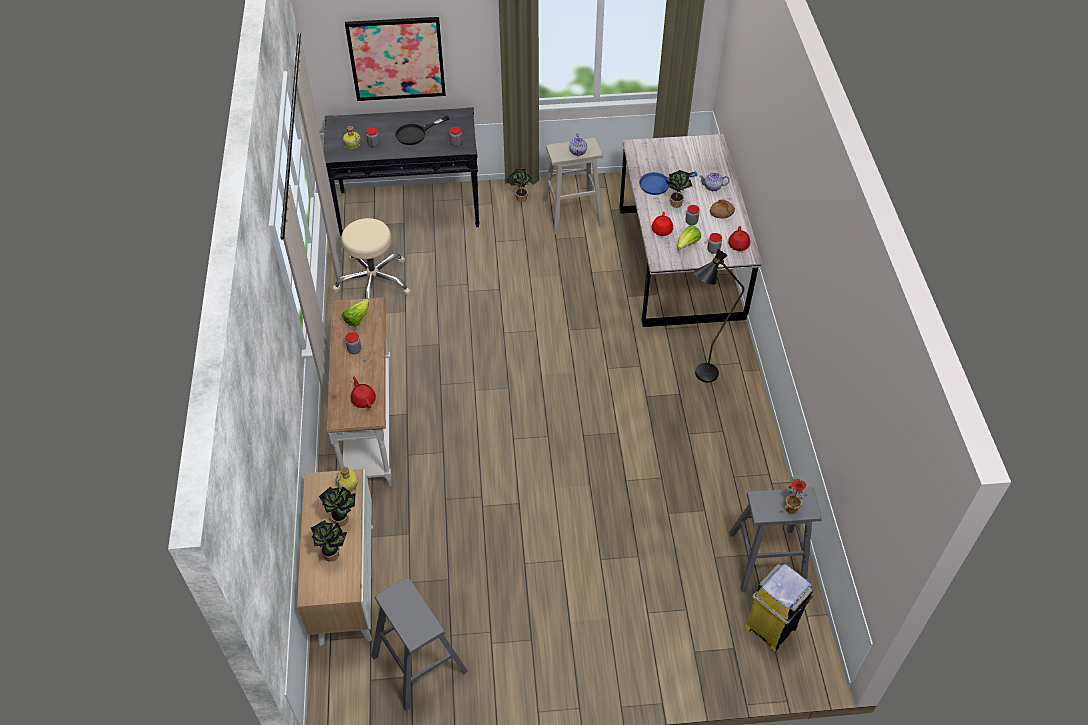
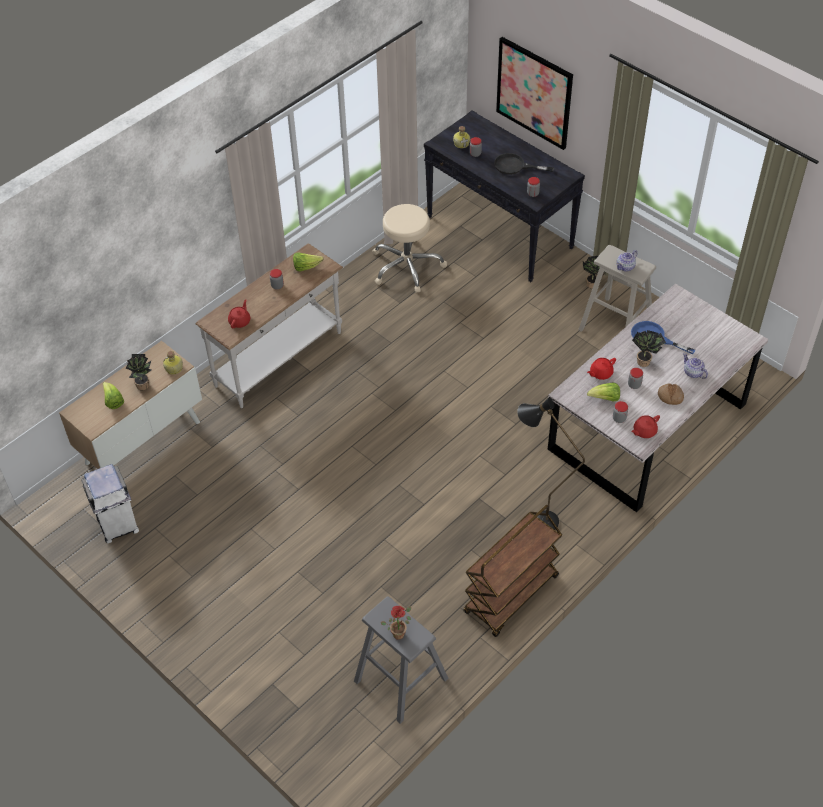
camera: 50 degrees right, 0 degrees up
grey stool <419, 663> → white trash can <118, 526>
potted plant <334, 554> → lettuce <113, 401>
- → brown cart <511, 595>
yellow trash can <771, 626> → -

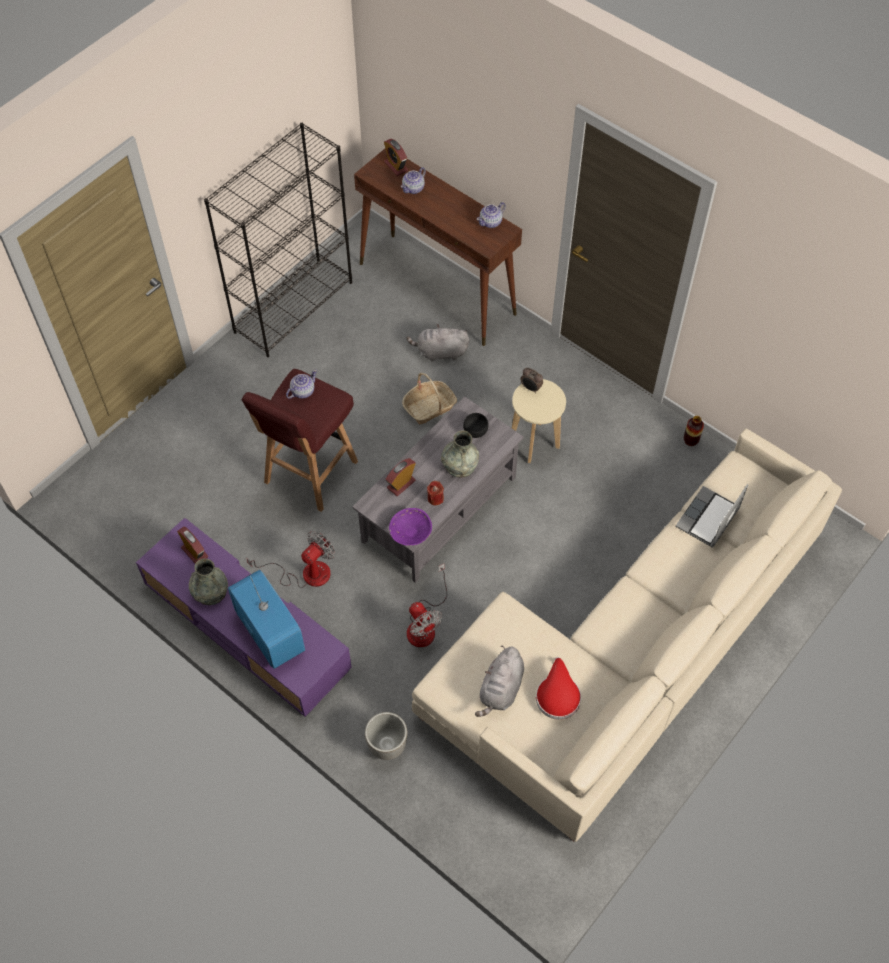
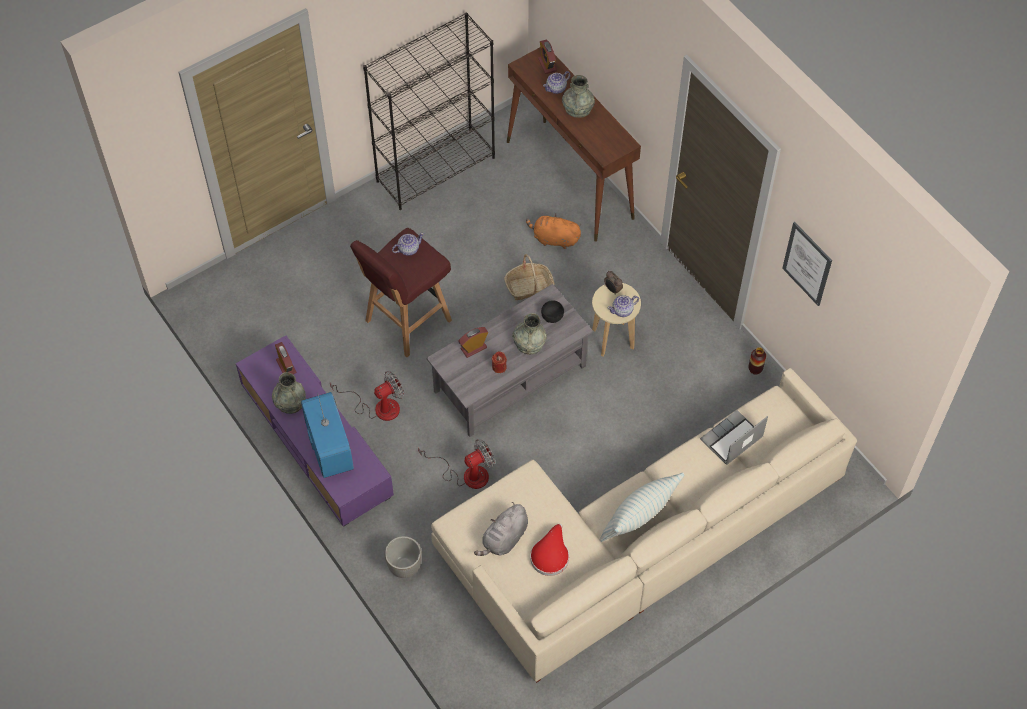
camera: 15 degrees right, 0 degrees up
fan <424, 624> → fan <466, 474>, 105 degrees counterclockwise
grey plush toy <440, 352> → orange plush toy <554, 239>
- → grey vase <578, 108>
- → pillow <639, 517>
teapot <491, 222> → teapot <622, 310>, move
- → picture <807, 264>
purple bowl <410, 532> → -

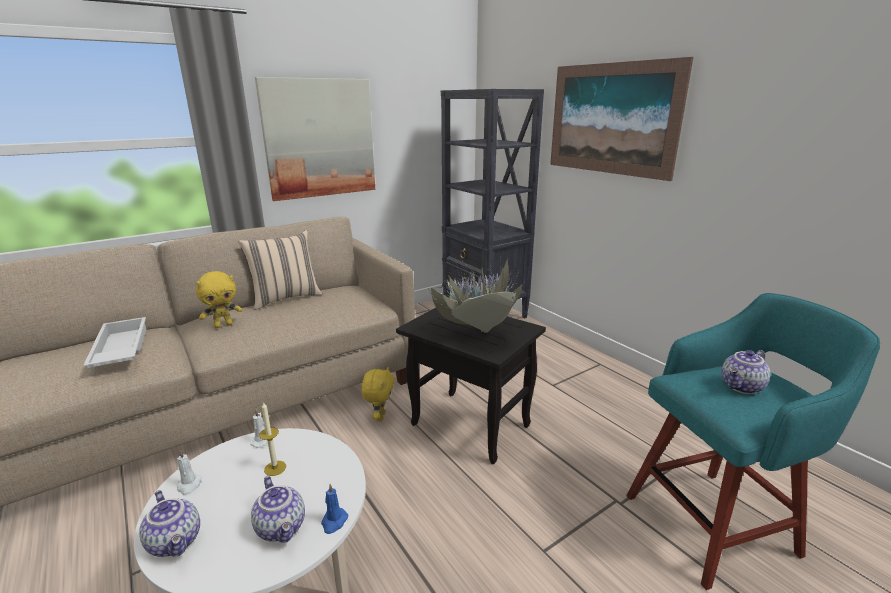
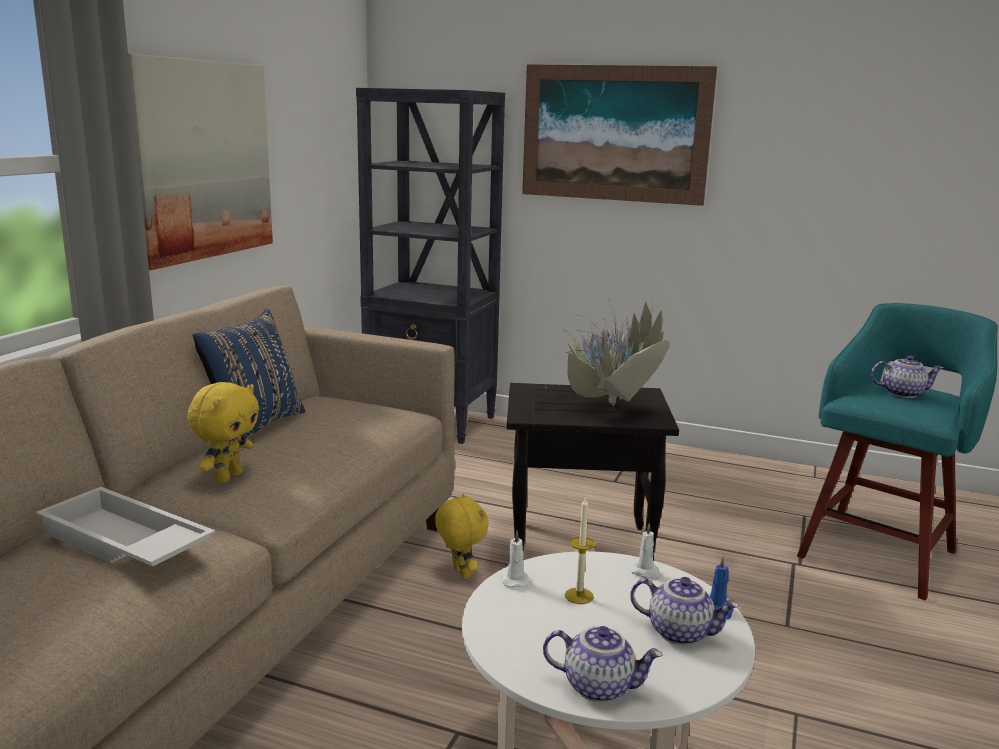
camera: 35 degrees left, 5 degrees down
beige pillow <285, 298> → blue pillow <254, 427>
white candle <189, 485> → white candle <646, 573>, move
teapot <742, 387> → teapot <902, 393>, 105 degrees counterclockwise

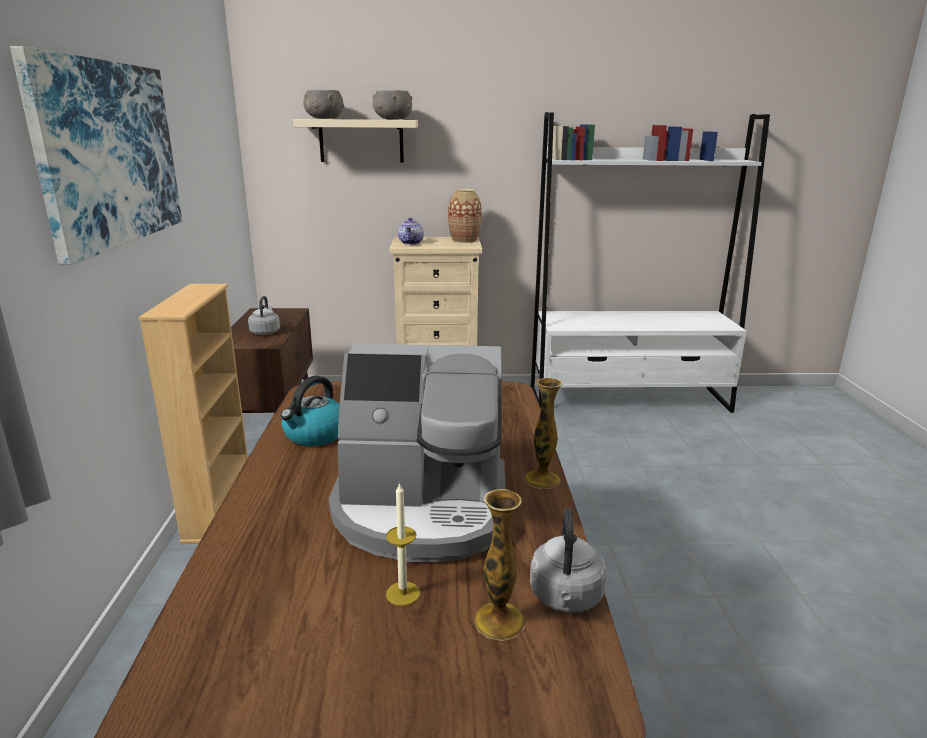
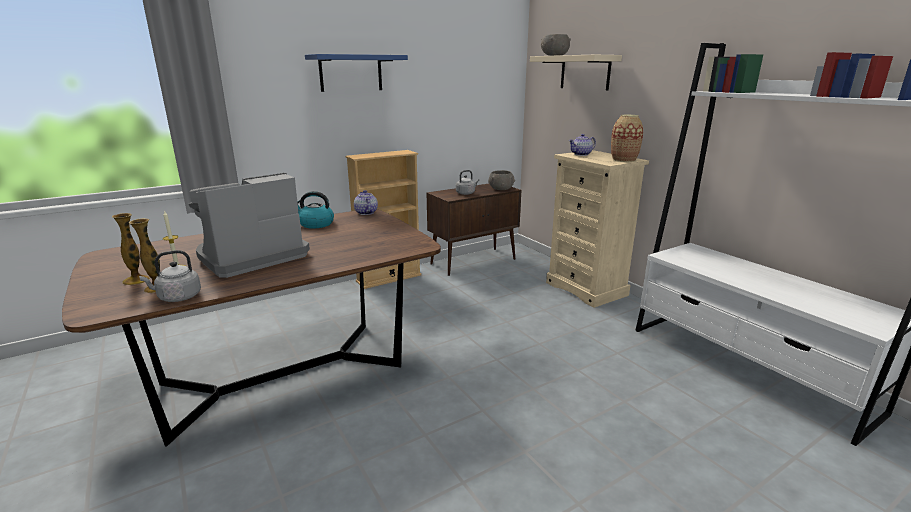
camera: 60 degrees right, 0 degrees up
vase <542, 479> → vase <136, 280>, move
coffee machine <422, 509> → coffee machine <251, 257>, 75 degrees clockwise
picture <109, 154> → blue shelf <351, 73>
- → teapot <365, 213>
grey bowl <392, 119> → grey bowl <501, 189>, move

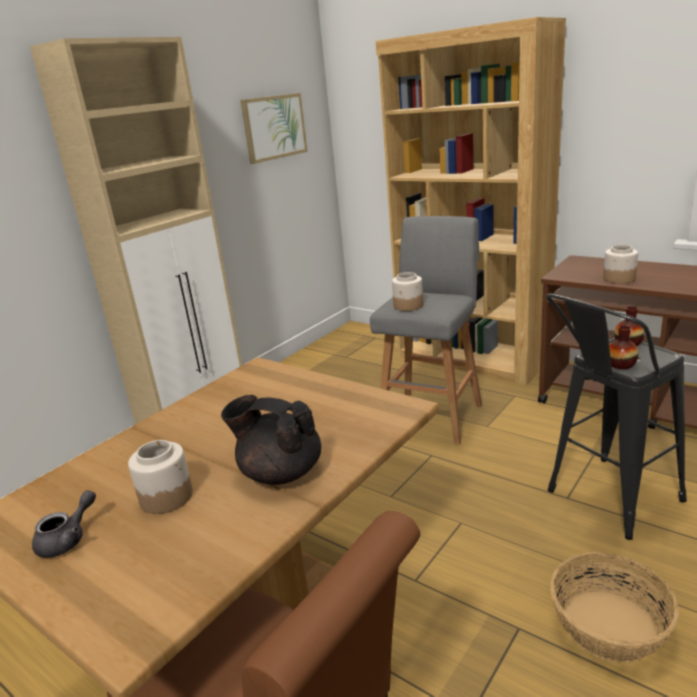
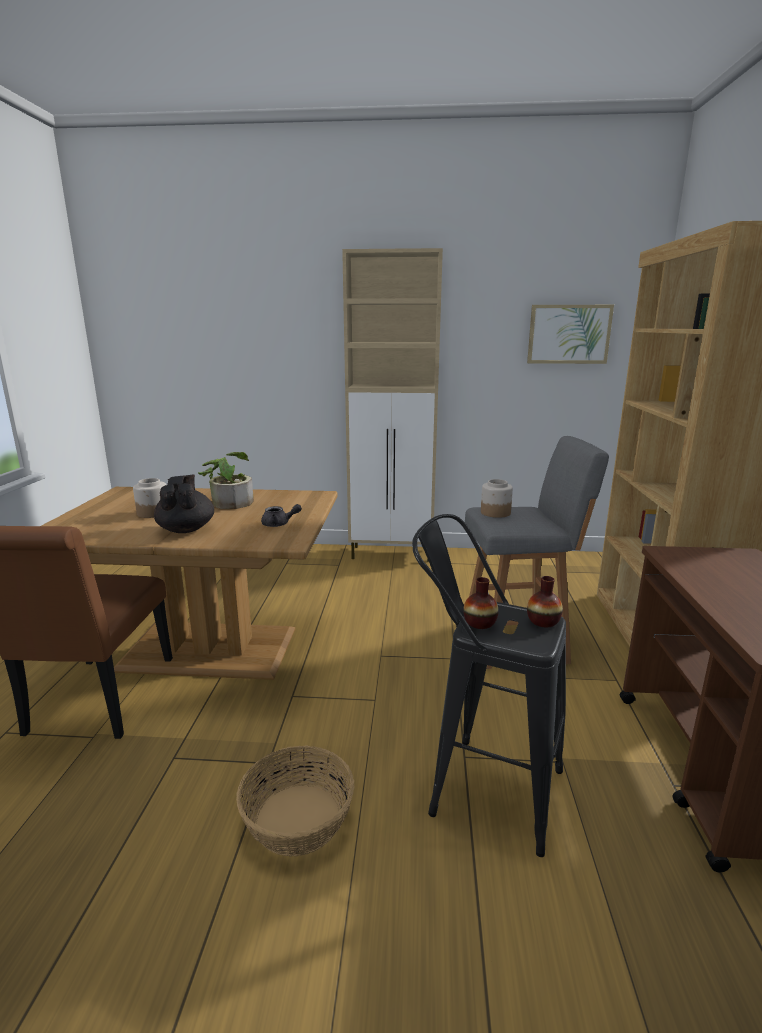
camera: 55 degrees right, 5 degrees down
- → potted plant <229, 502>
grey teapot <68, 539> → grey teapot <279, 524>, move
jar <618, 279> → -

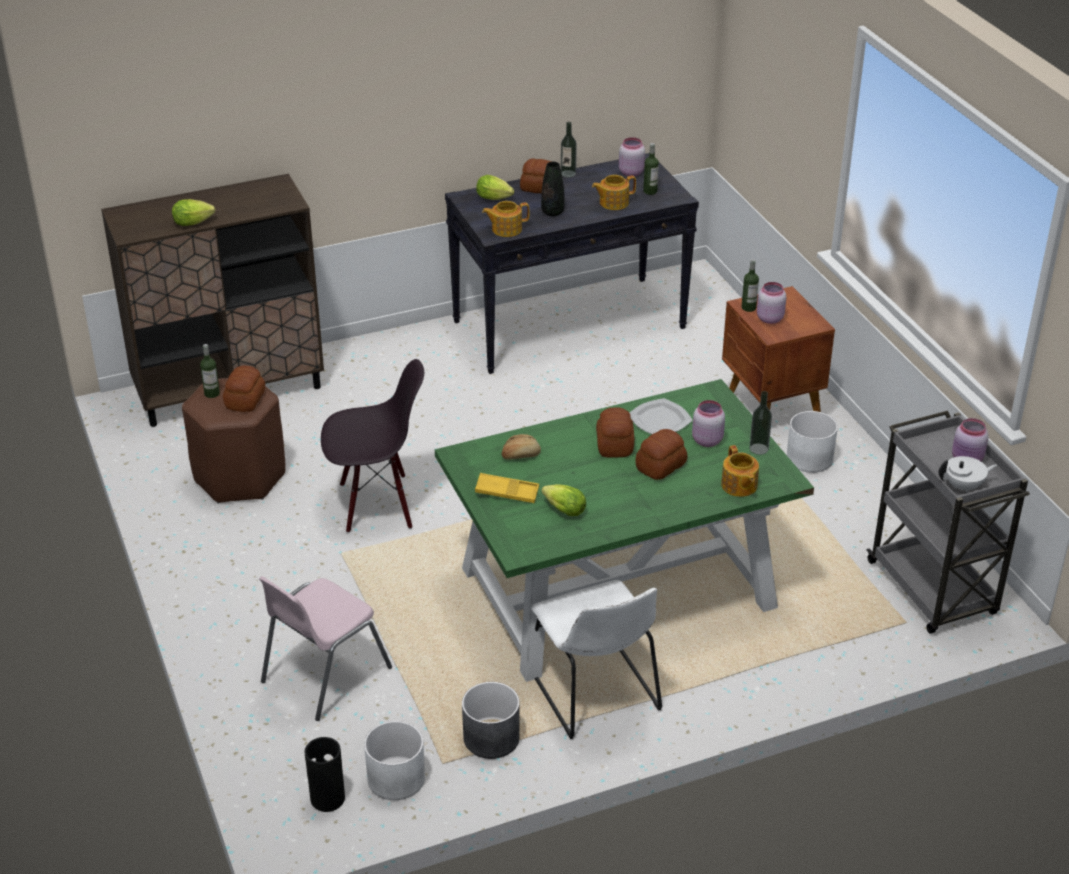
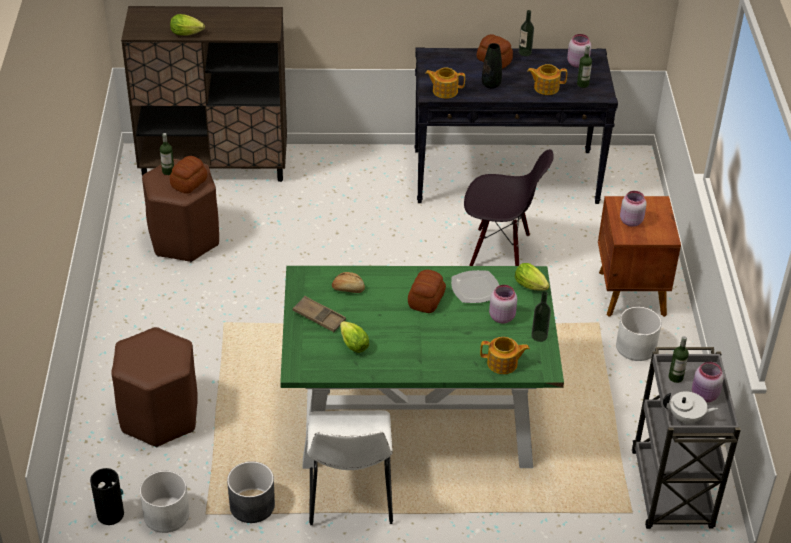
camera: 20 degrees right, 5 degrees up
pink chair <323, 675> → brown stool <159, 416>
yellow tray <507, 492> → brown tray <319, 317>
black chair <377, 504> → black chair <499, 252>, move
teapot <739, 486> → teapot <503, 363>, 90 degrees counterclockwise
lettuce <496, 198> → lettuce <532, 287>, move
bottle <748, 308> → bottle <675, 377>, move
bread <660, 466> → -

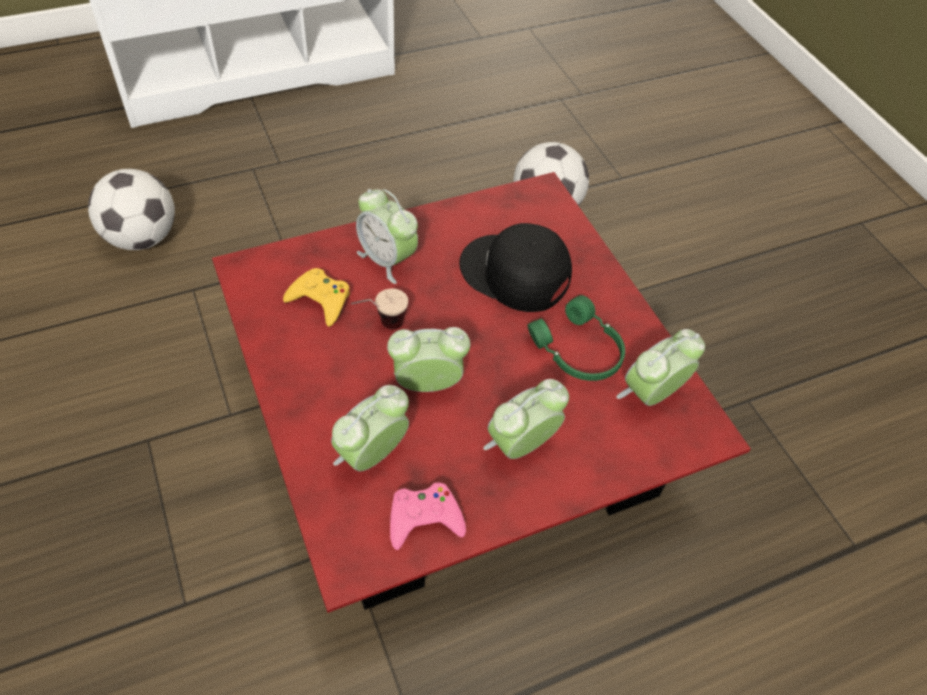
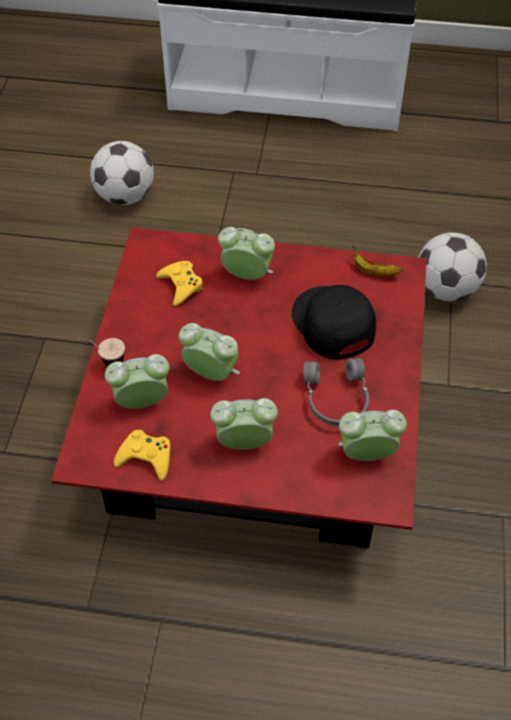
camera: 35 degrees right, 0 degrees up
cup <380, 327> → cup <103, 364>, move
pink game controller <424, 519> → yellow game controller <146, 457>
alarm clock <387, 260> → alarm clock <247, 275>, 120 degrees clockwise
green headphones <577, 351> → grey headphones <335, 399>
- → banana <374, 272>

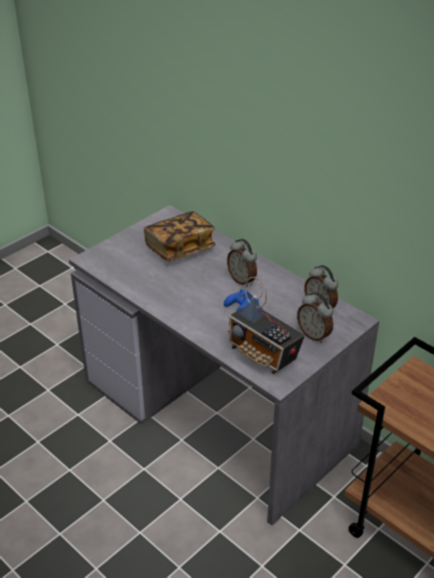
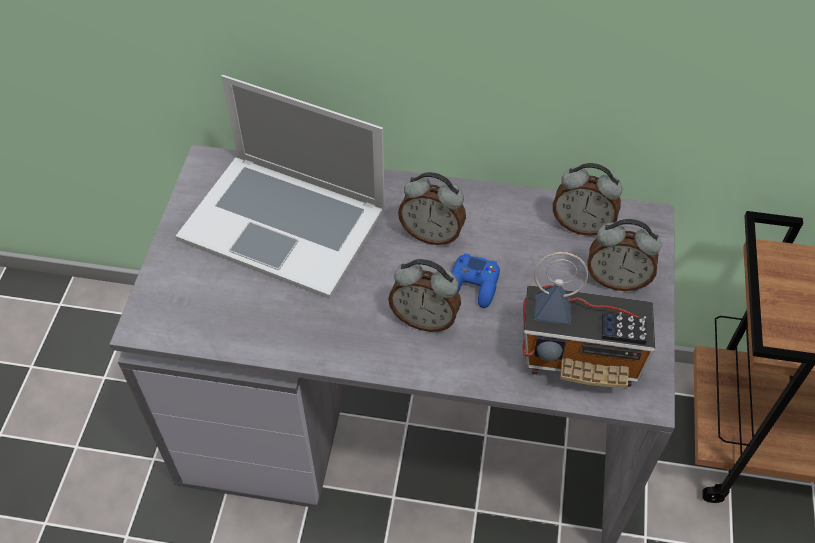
camera: 35 degrees left, 15 degrees up
book <180, 248> → laptop <283, 223>
- → alarm clock <424, 319>

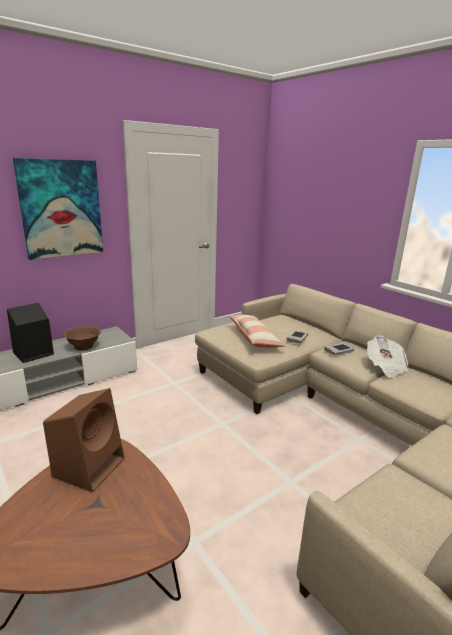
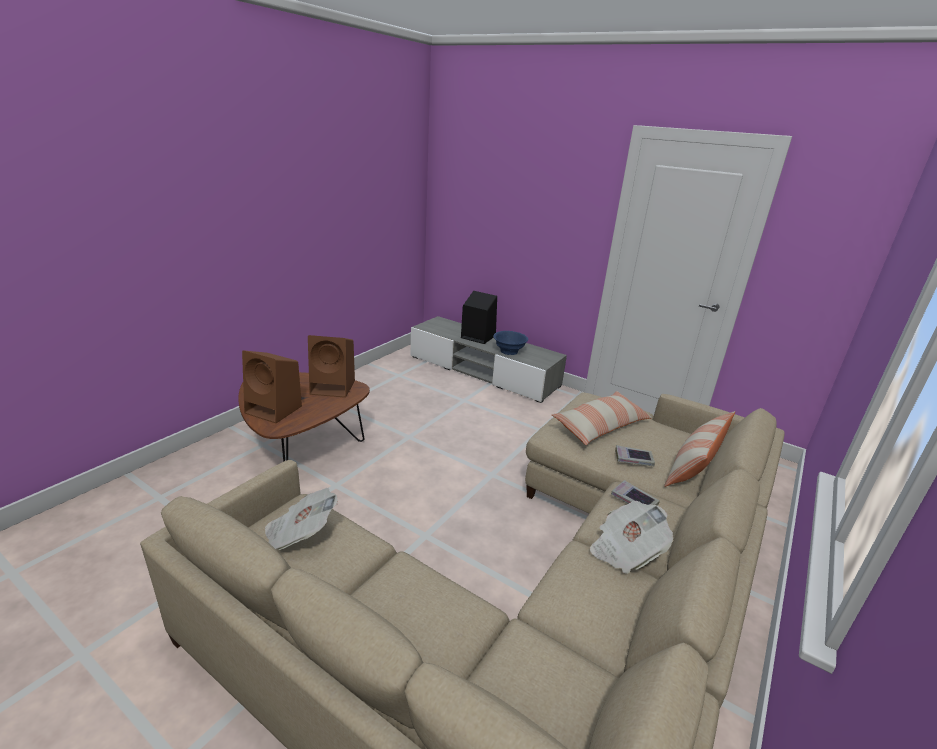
camera: 70 degrees right, 5 degrees up
- → brown speaker <275, 409>
- → newspaper <300, 534>
brown bowl <83, 346> → blue bowl <509, 351>
- → pillow <693, 466>
picture <61, 209> → -

